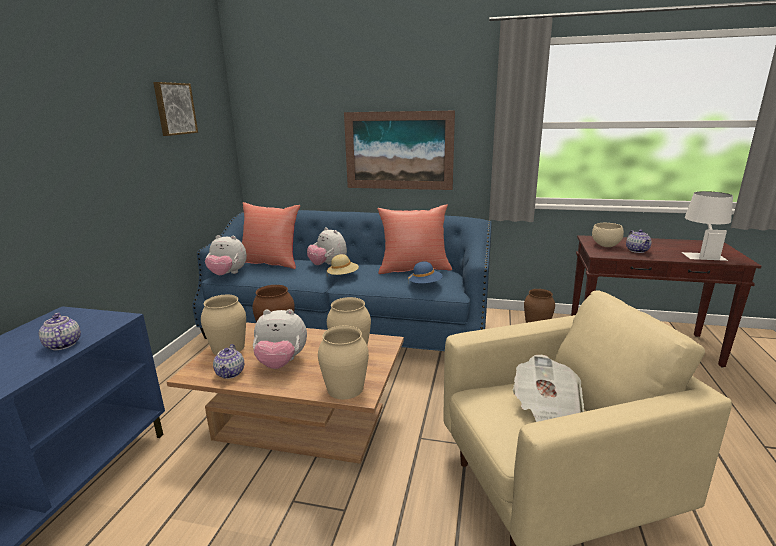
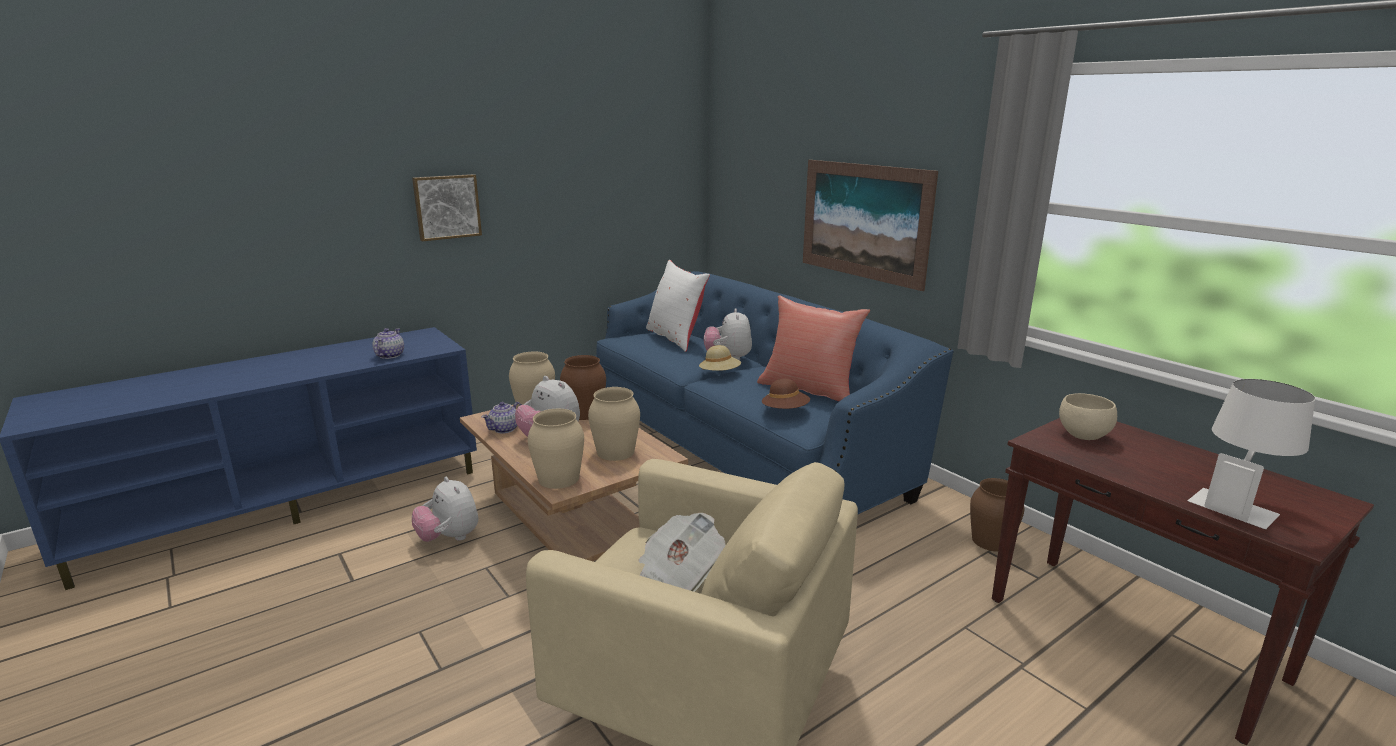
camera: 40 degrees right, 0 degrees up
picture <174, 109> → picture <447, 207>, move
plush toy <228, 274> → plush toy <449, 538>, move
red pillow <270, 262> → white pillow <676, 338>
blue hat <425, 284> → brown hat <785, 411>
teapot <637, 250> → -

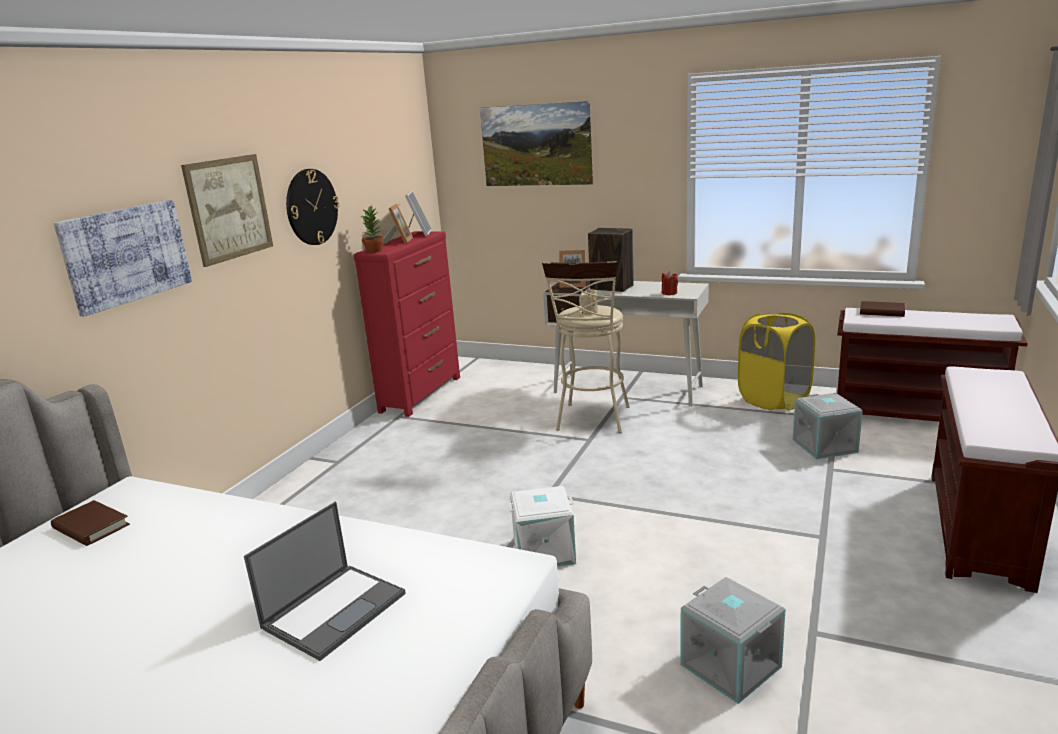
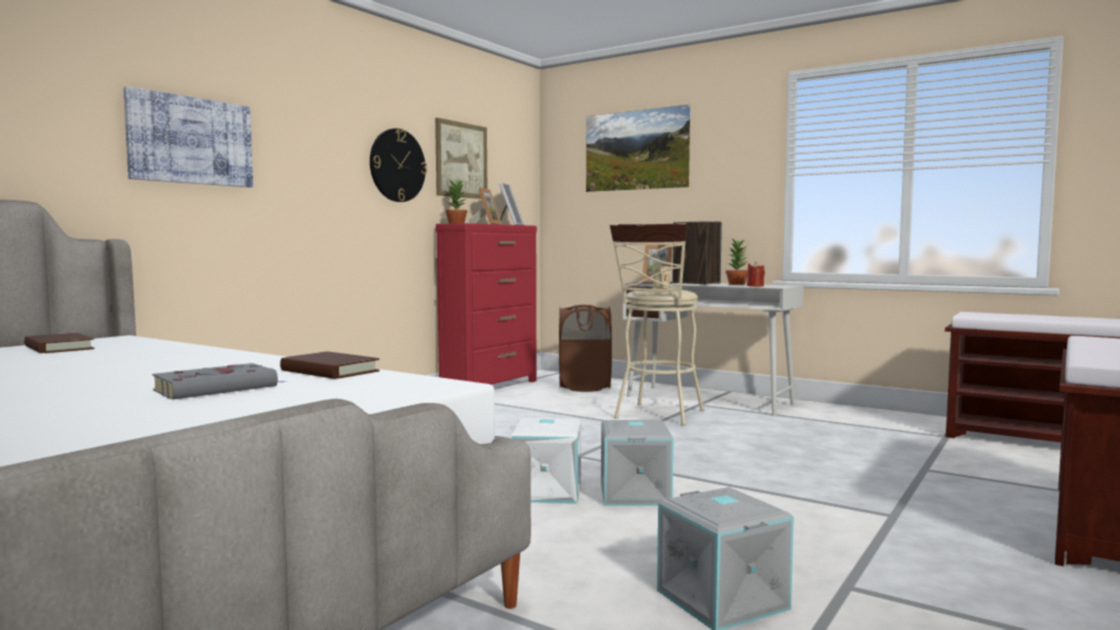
camera: 10 degrees right, 15 degrees down
laptop <335, 609> → grey book <219, 388>
brown book <881, 312> → brown book <329, 371>, move
picture <229, 208> → picture <461, 160>, move
- → brown laundry basket <584, 387>
grey storage box <826, 446> → grey storage box <636, 494>, move
- → potted plant <736, 284>
yellow laundry basket <774, 400> → -

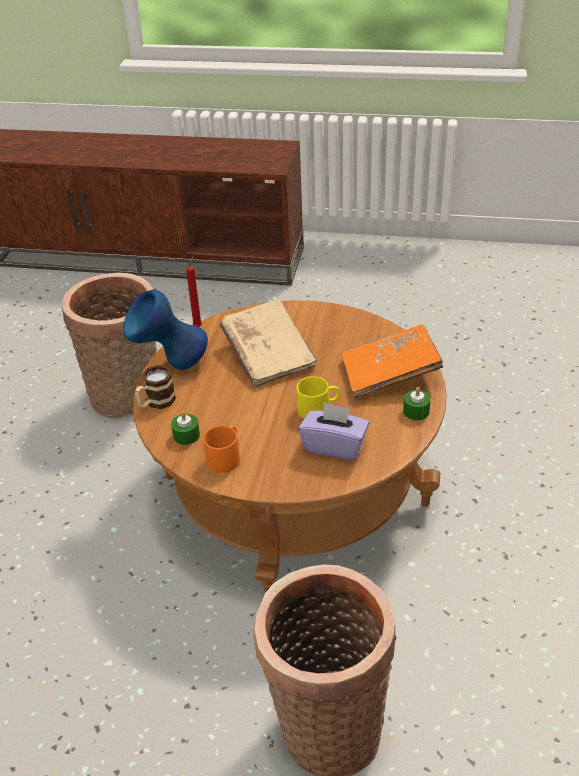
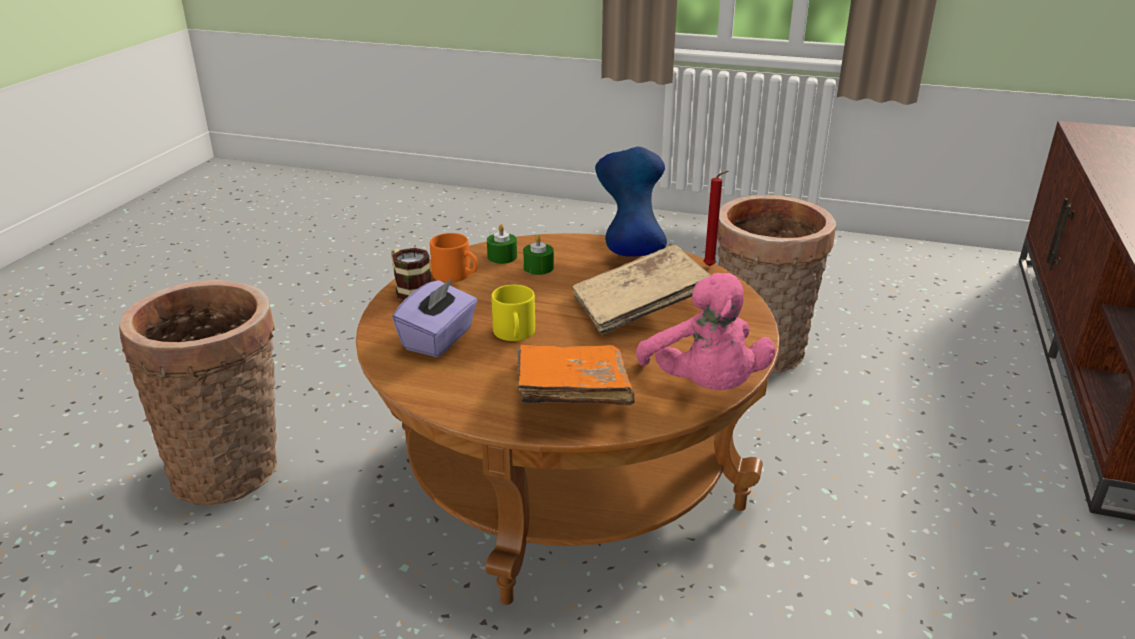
camera: 95 degrees right, 10 degrees down
mug <156, 402> → mug <409, 290>, move
green candle <416, 411> → green candle <538, 268>, move
- → pink plush toy <704, 386>

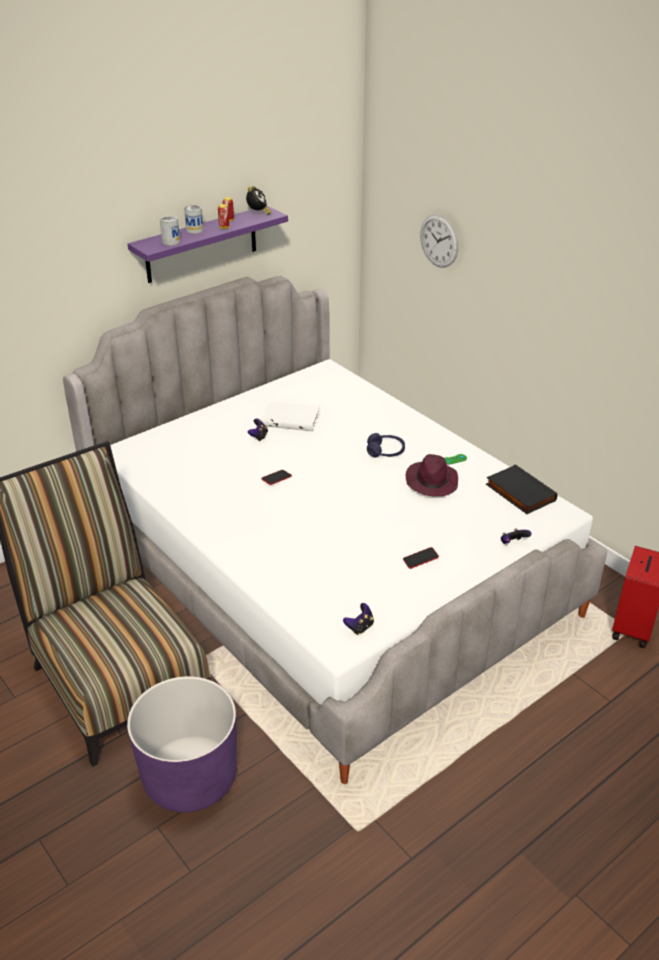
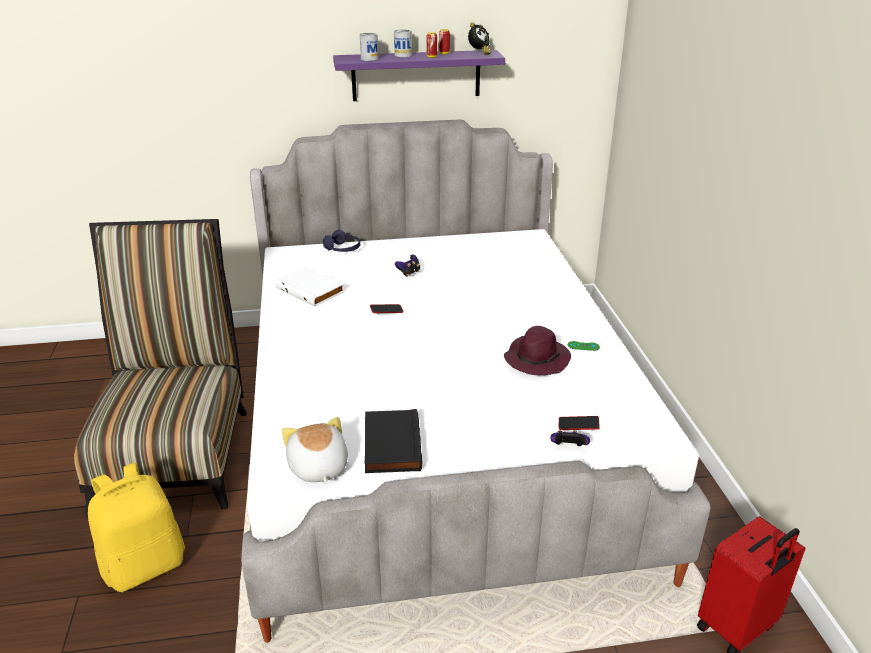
camera: 30 degrees right, 5 degrees down
purple planter <190, 777> → yellow backpack <145, 565>
white book <291, 418> → white book <311, 289>, move
game controller <360, 627> → plush toy <317, 468>
purple headphones <385, 452> → purple headphones <342, 249>, move
black book <519, 493> → black book <390, 444>, move
phone <420, 560> → phone <578, 425>, move
wall clock <439, 241> → -

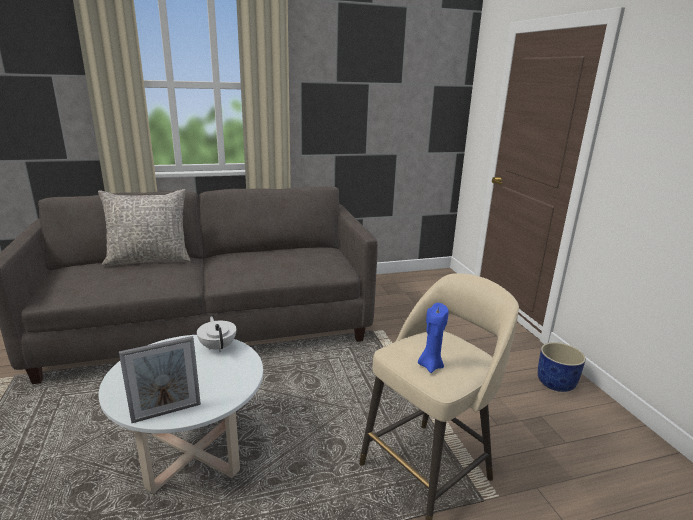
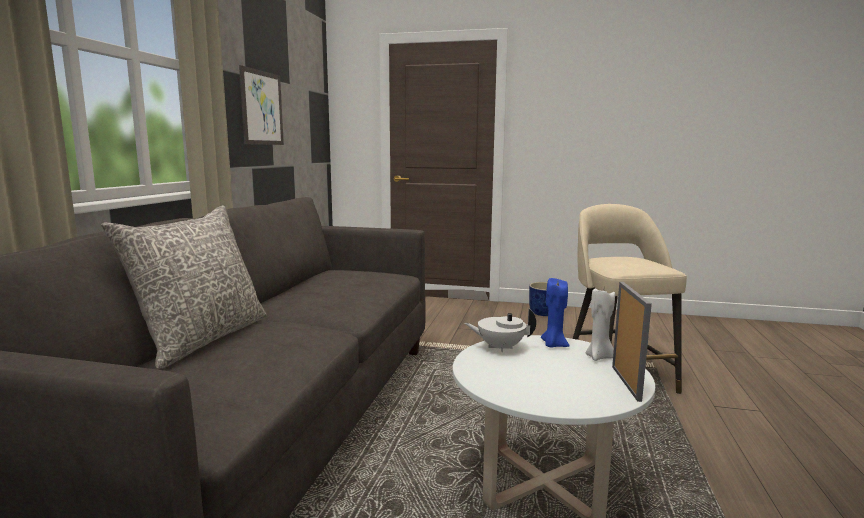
camera: 60 degrees left, 10 degrees down
- → picture <262, 108>
blue candle <430, 365> → blue candle <553, 345>, move
- → white candle <599, 357>

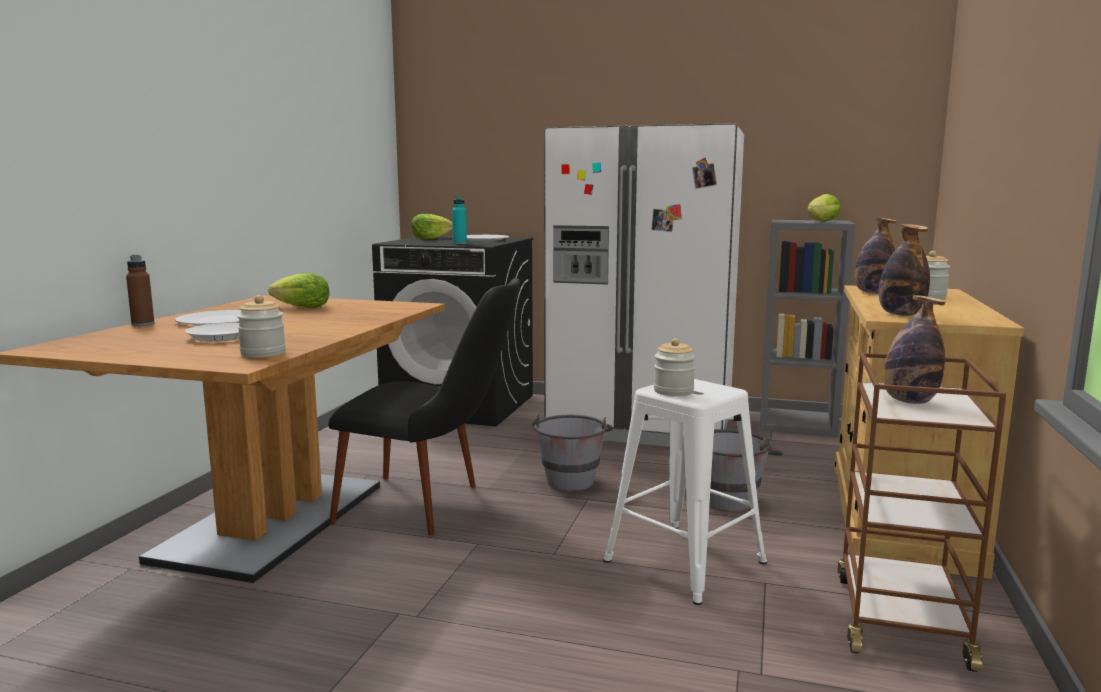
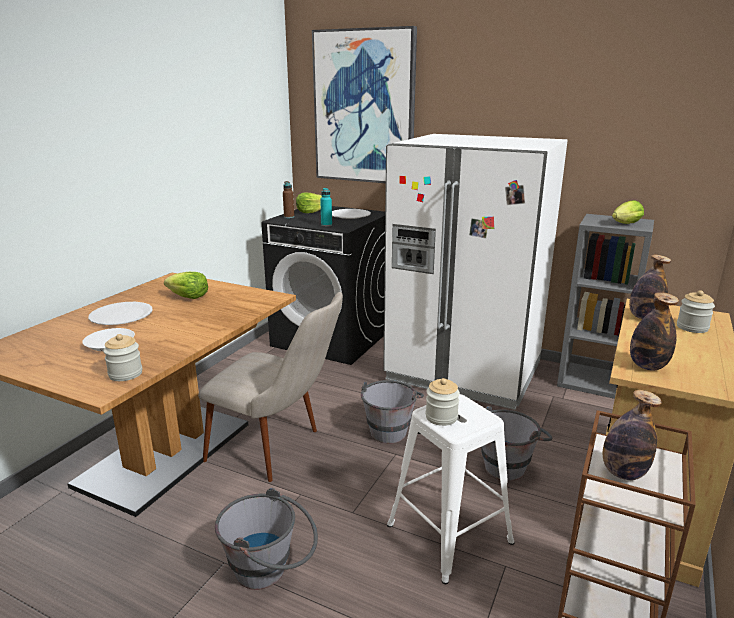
camera: 10 degrees right, 10 degrees up
black chair <432, 506> → beige chair <279, 450>
- → grey bucket <271, 571>
brown bottle <143, 324> → brown bottle <289, 217>, move
- → picture <364, 107>

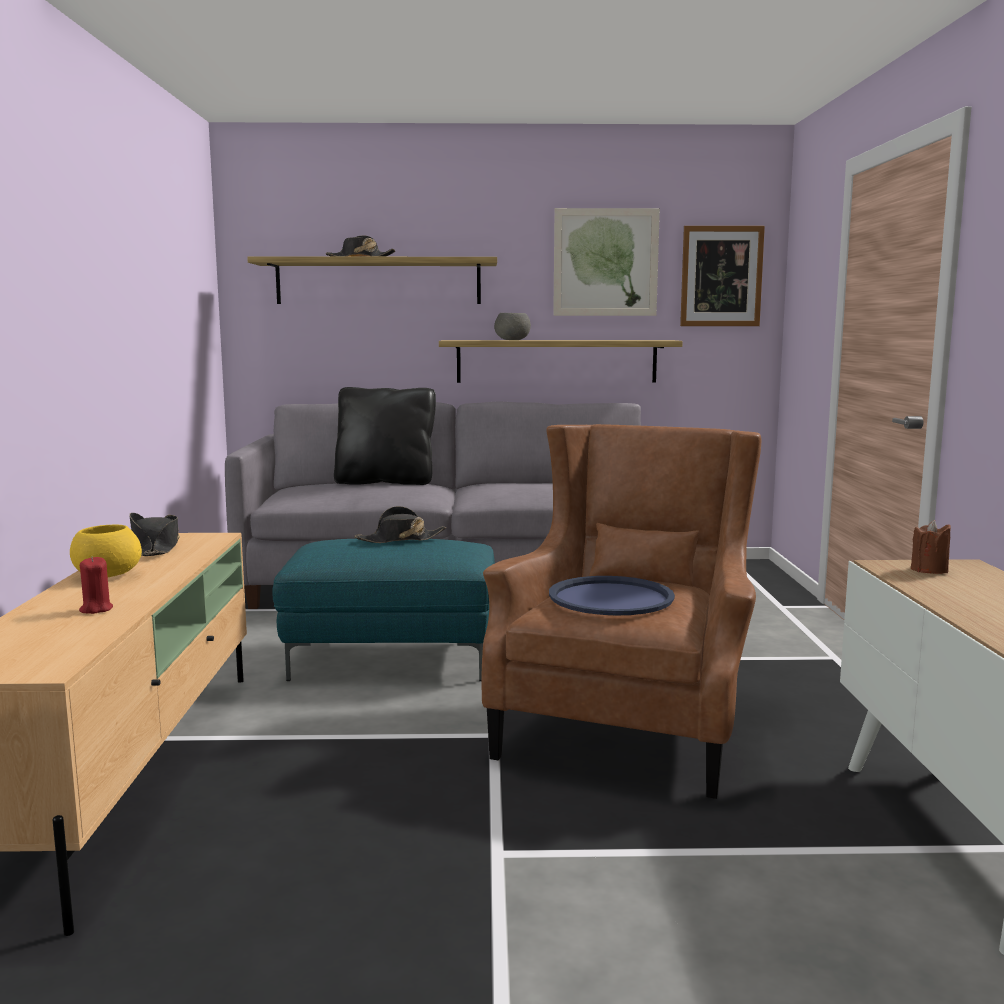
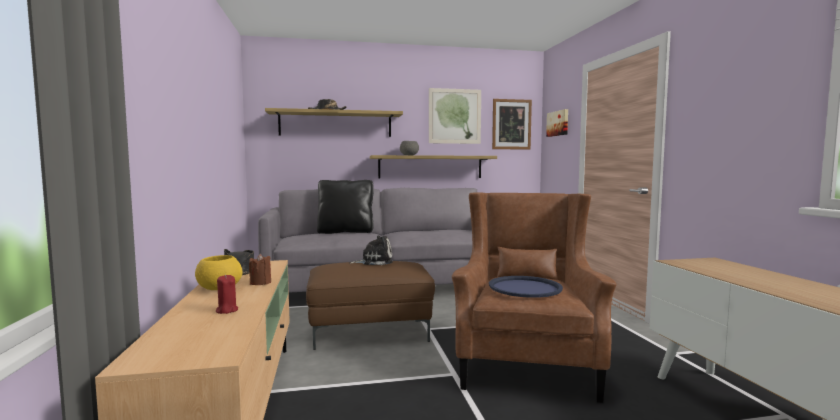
camera: 10 degrees left, 5 degrees down
brown candle <929, 570> → brown candle <260, 283>, move
turquoise ottoman <393, 658> → brown ottoman <370, 331>
black hat <400, 539> → plush toy <374, 261>
- → picture <558, 123>

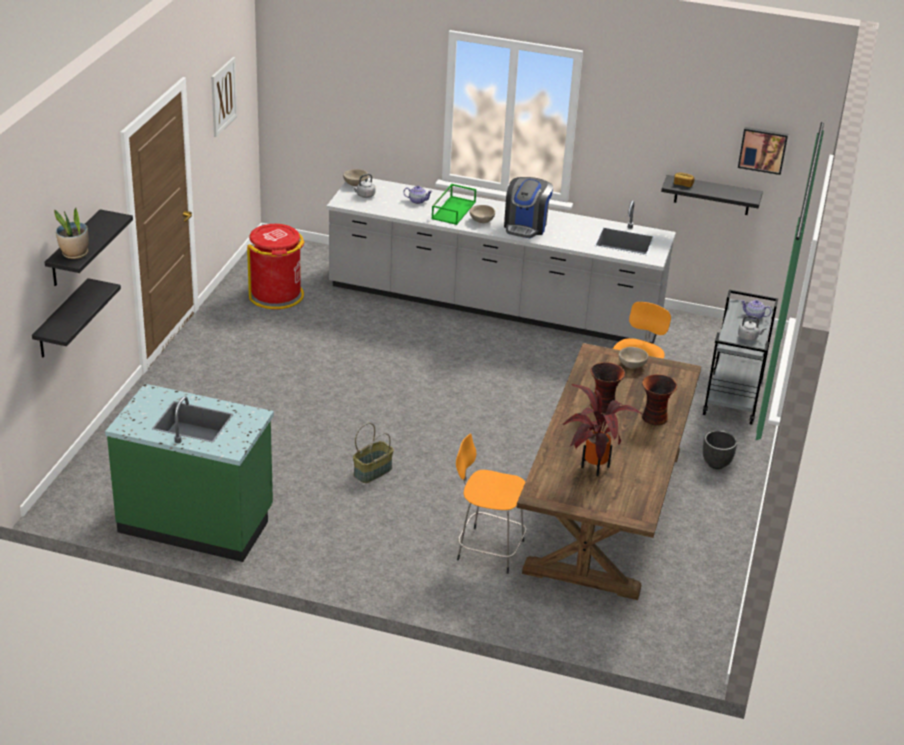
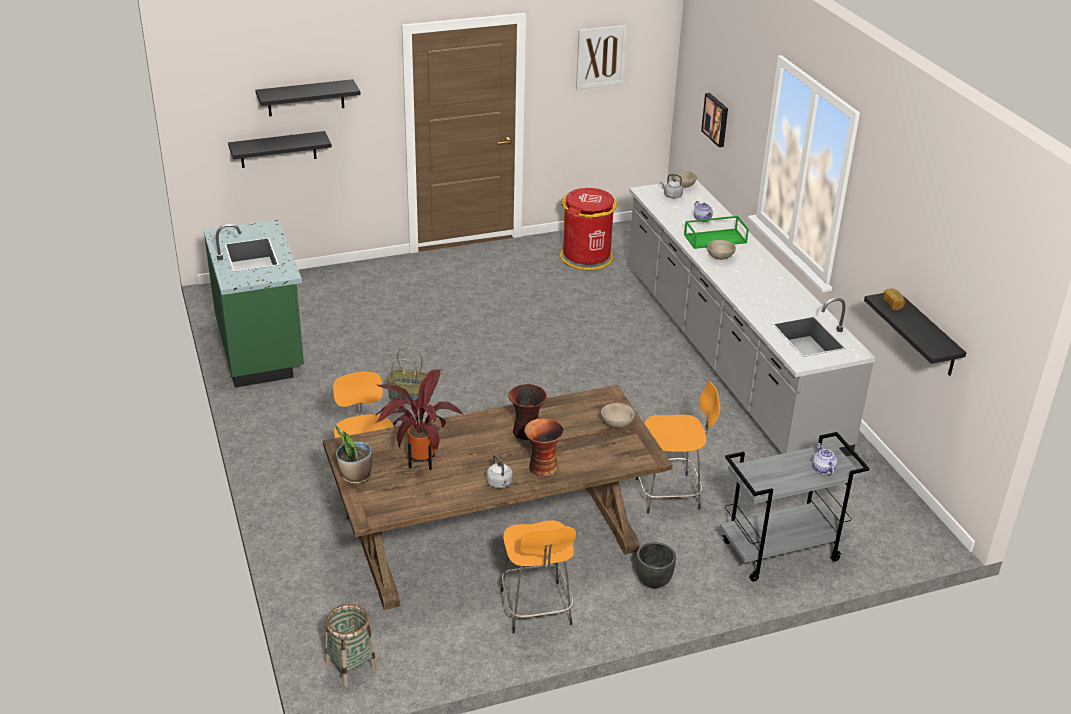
camera: 55 degrees right, 0 degrees up
- → basket <351, 666>
potted plant <74, 254> → potted plant <356, 476>, move
grey kettle <749, 337> → grey kettle <500, 484>, move
- → orange stool <536, 609>
picture <763, 149> → picture <716, 119>, move
coffee machine <526, 226> → -

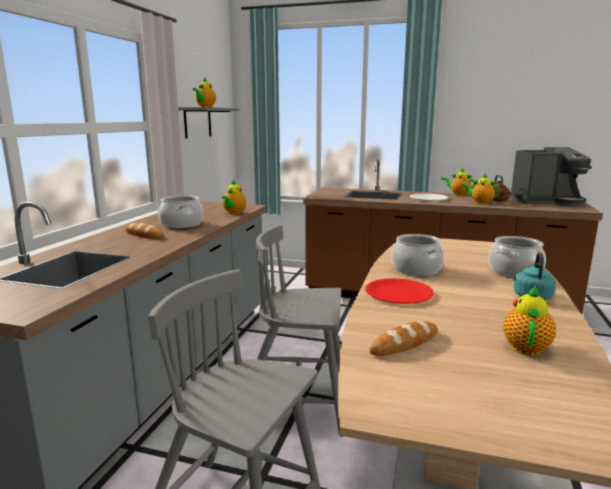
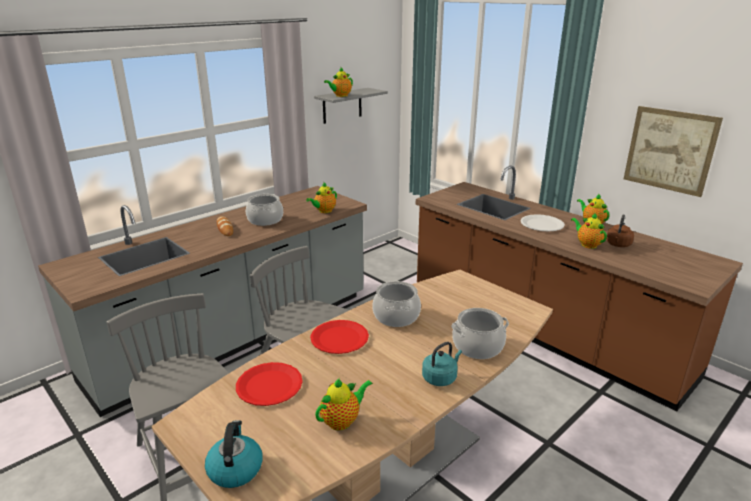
camera: 30 degrees right, 10 degrees up
- → kettle <235, 469>
bread <404, 343> → red plate <269, 385>
- → picture <670, 150>
coffee machine <547, 201> → -

